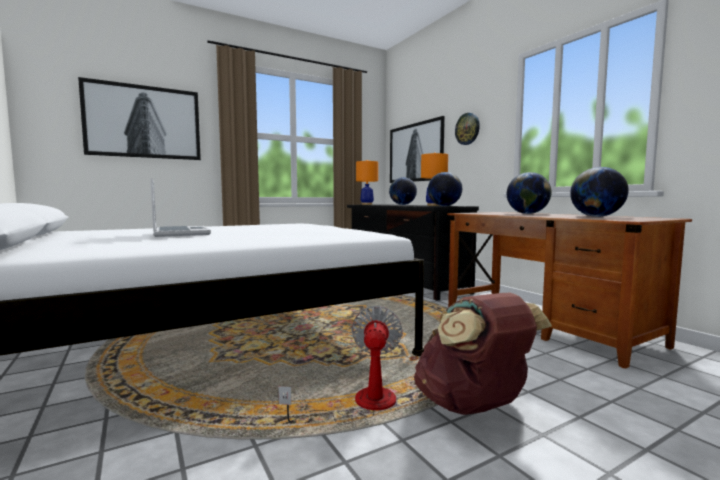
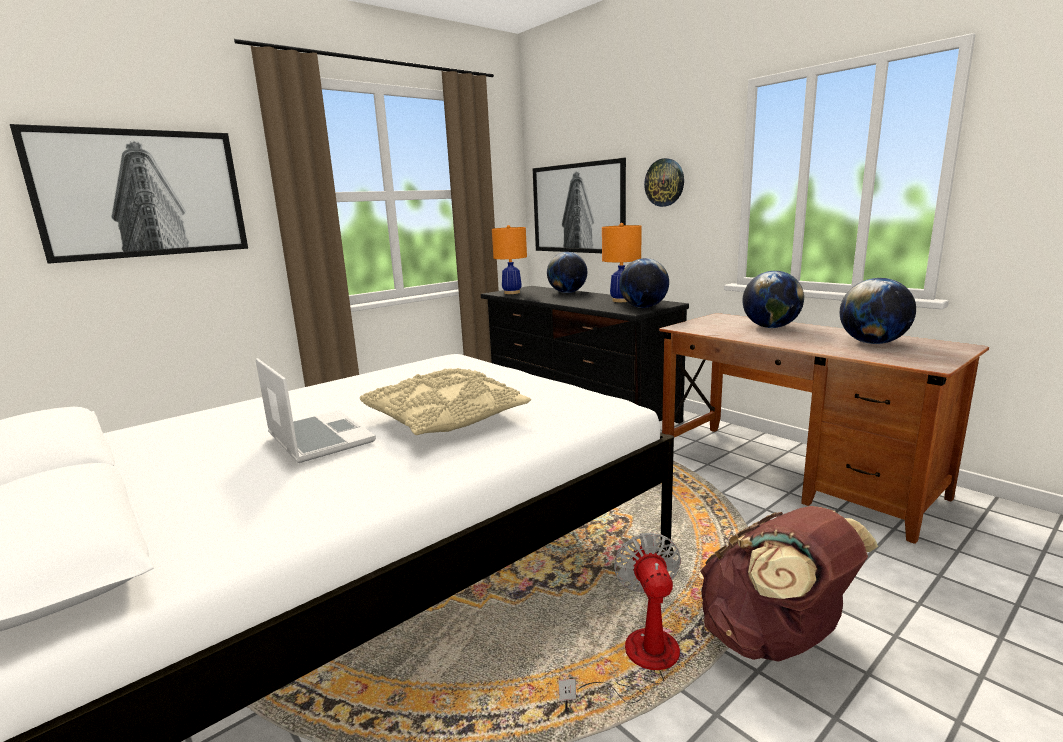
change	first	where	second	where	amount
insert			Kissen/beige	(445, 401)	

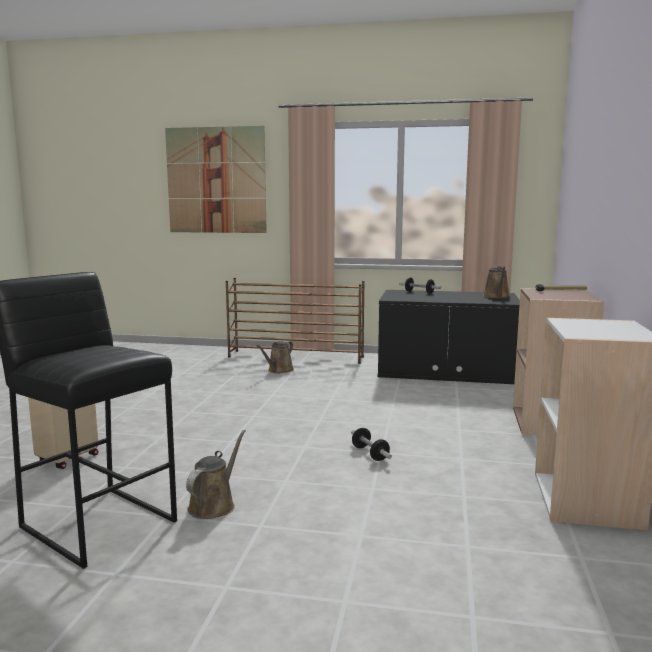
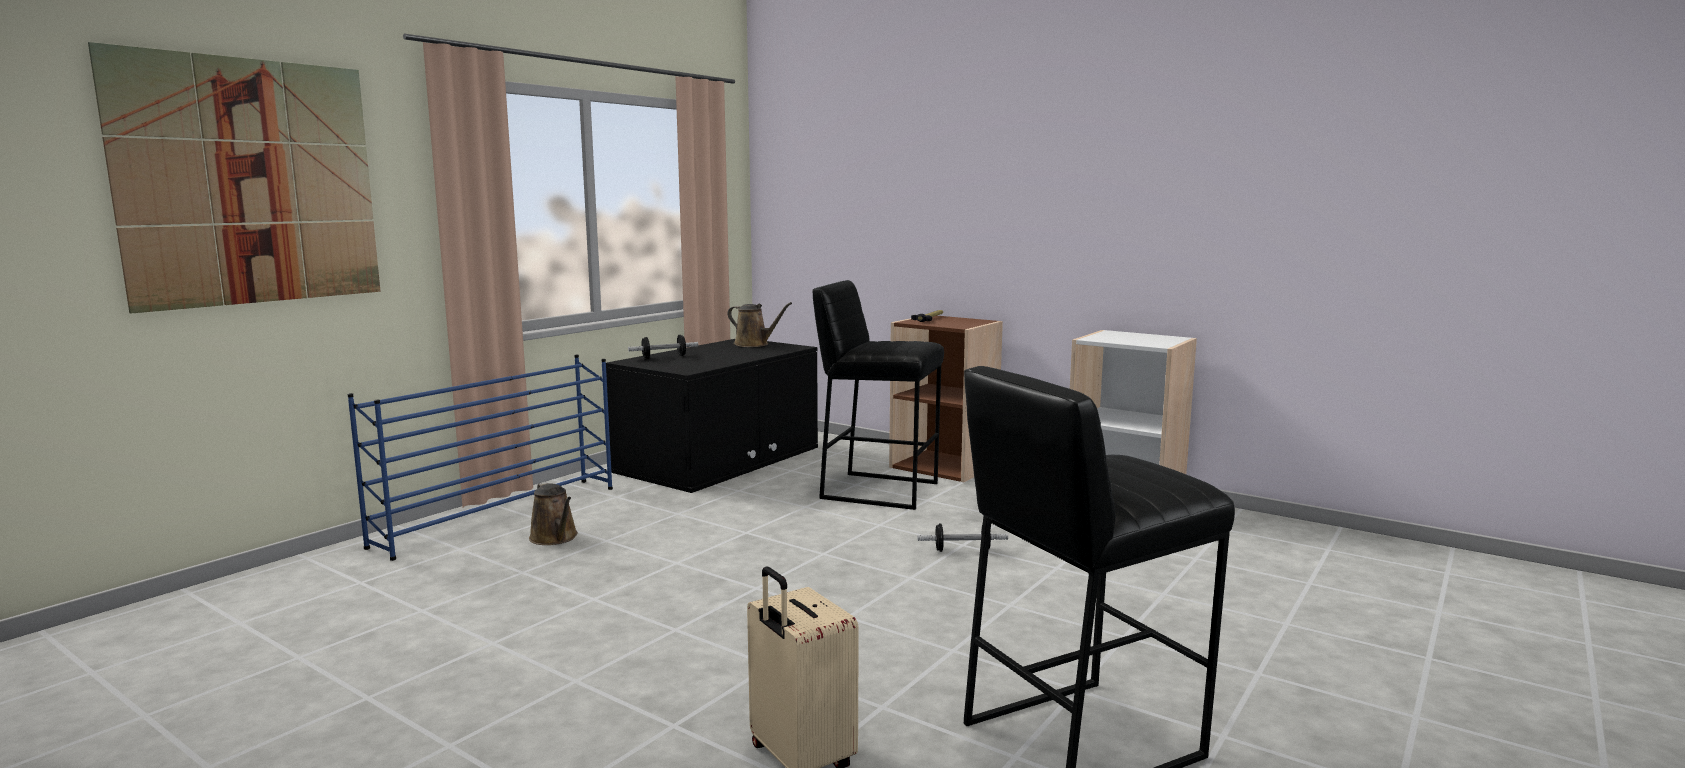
change	first	where	second	where	amount
delete	Gießkanne/braun	(216, 474)			
insert			Hocker/schwarz	(878, 395)	
recolor	Schuhregal/braun	(295, 321)	Schuhregal/blau	(480, 458)	

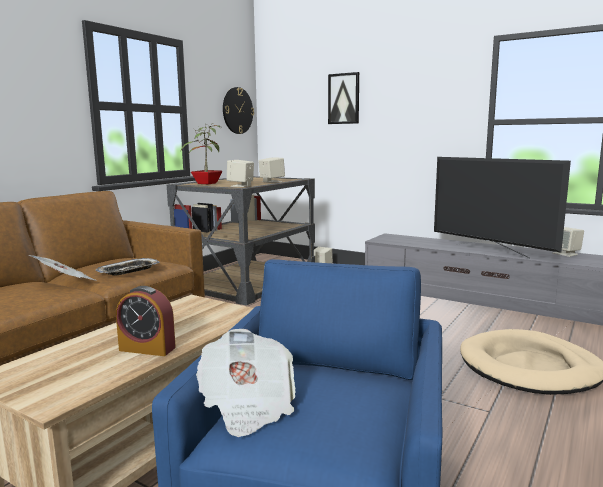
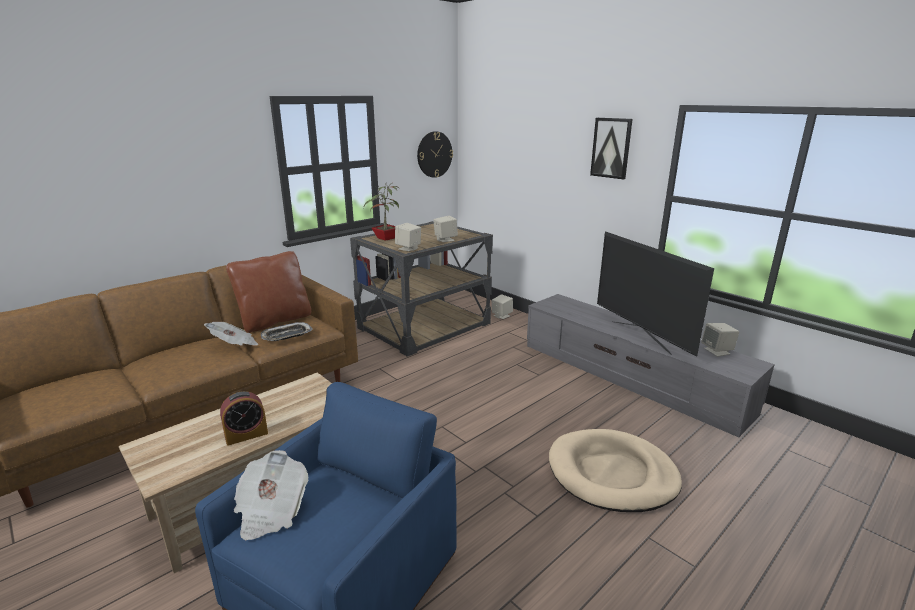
change	first	where	second	where	amount
insert			Kissen/braun	(268, 292)	
move	Bild	(343, 98)		(611, 148)	
rotate	Wecker	(146, 321)		(244, 418)	60 degrees counterclockwise

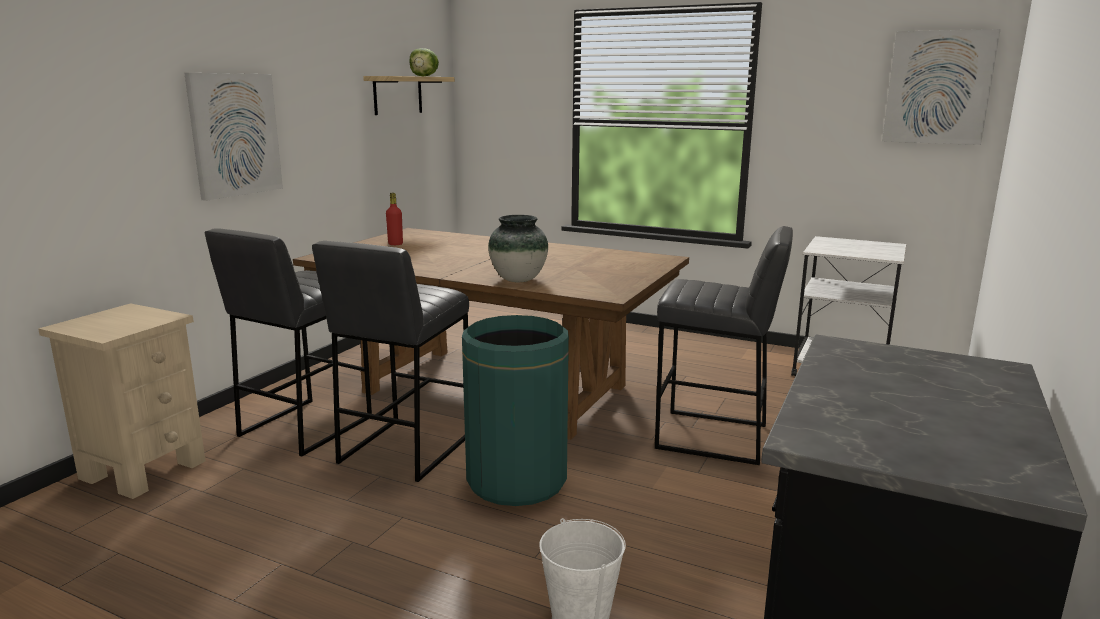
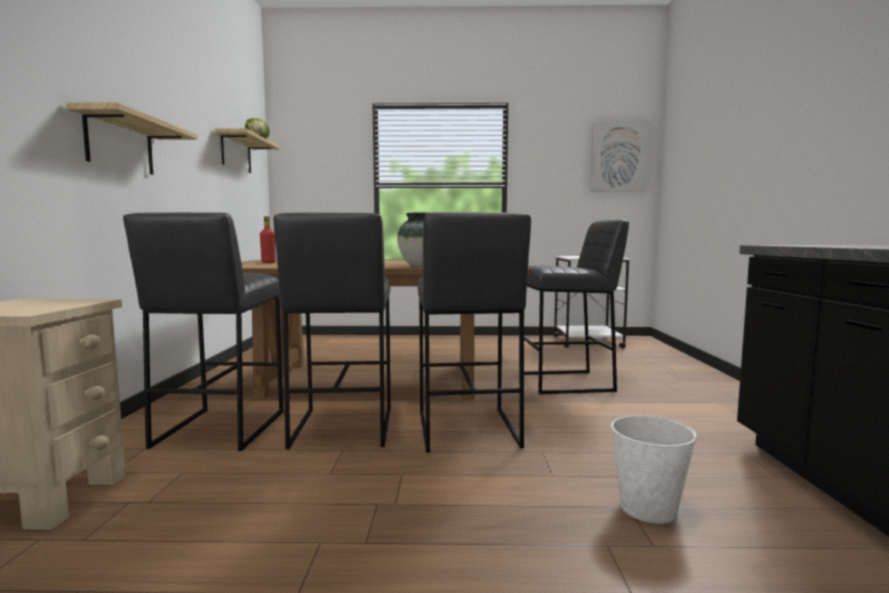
change	first	where	second	where	amount
replace	Bild	(233, 137)	Wandregal	(132, 138)	
replace	Mülleimer/grün	(515, 410)	Hocker/grau	(474, 332)	

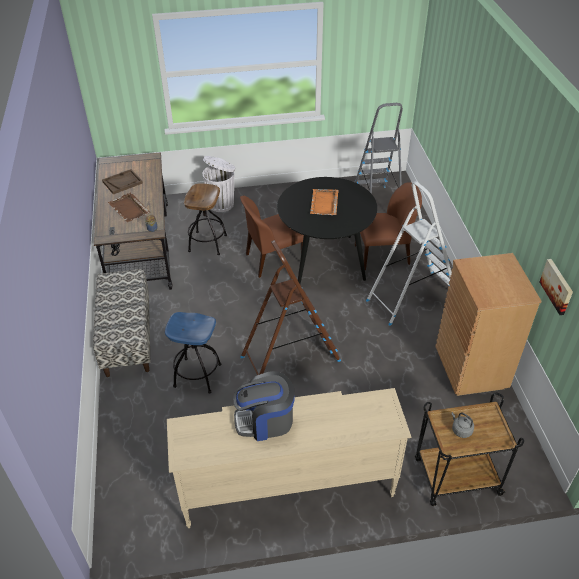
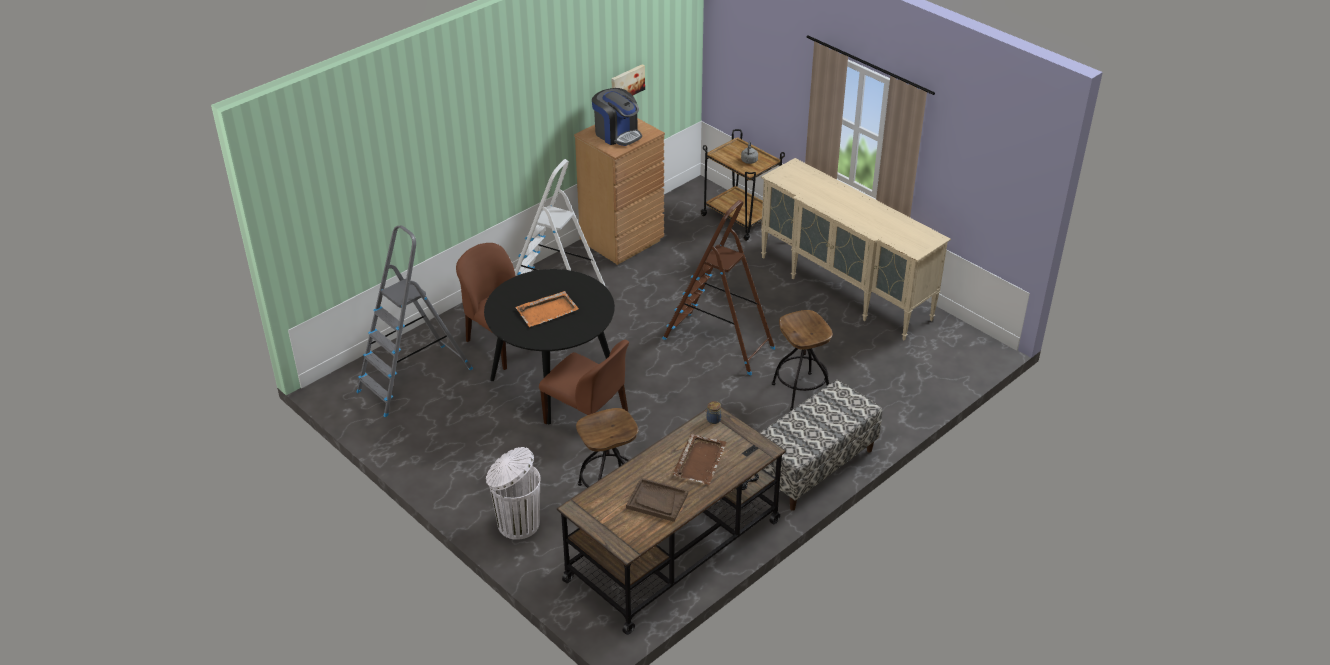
change	first	where	second	where	amount
move	Kaffeemaschine	(264, 406)		(617, 117)	
recolor	Hocker/blau	(193, 353)	Hocker/braun	(802, 360)	

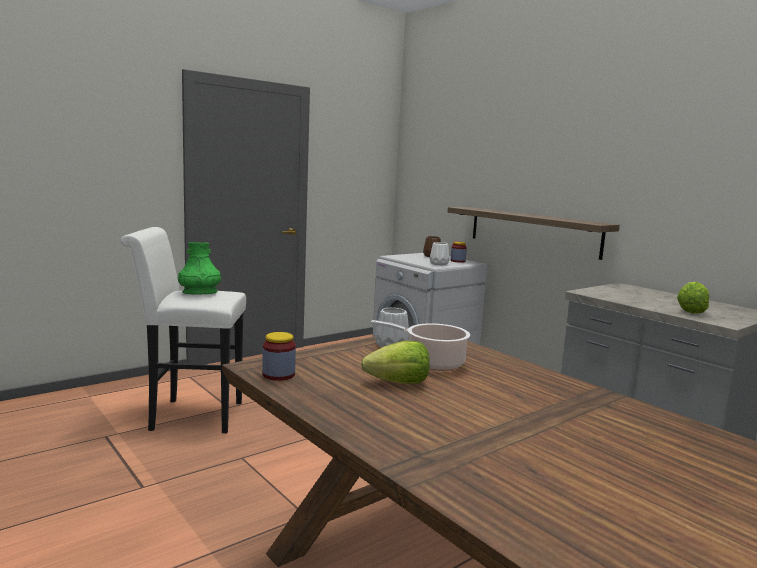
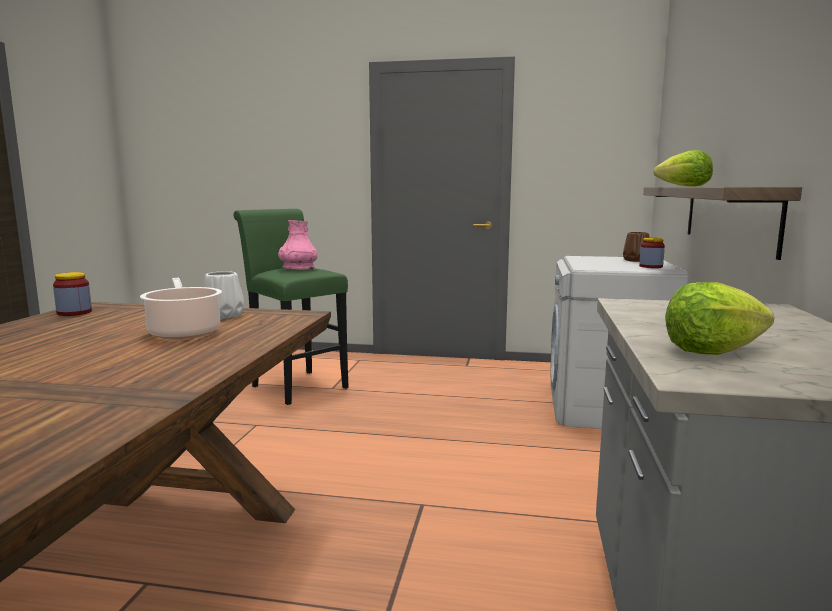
change	first	where	second	where	amount
delete	Vase/weiß	(440, 253)			
move	Salatkopf	(395, 362)		(683, 168)	
recolor	Hocker/weiß	(183, 330)	Hocker/grün	(291, 307)	
recolor	Vase/grün	(199, 268)	Vase/rosa	(297, 245)	

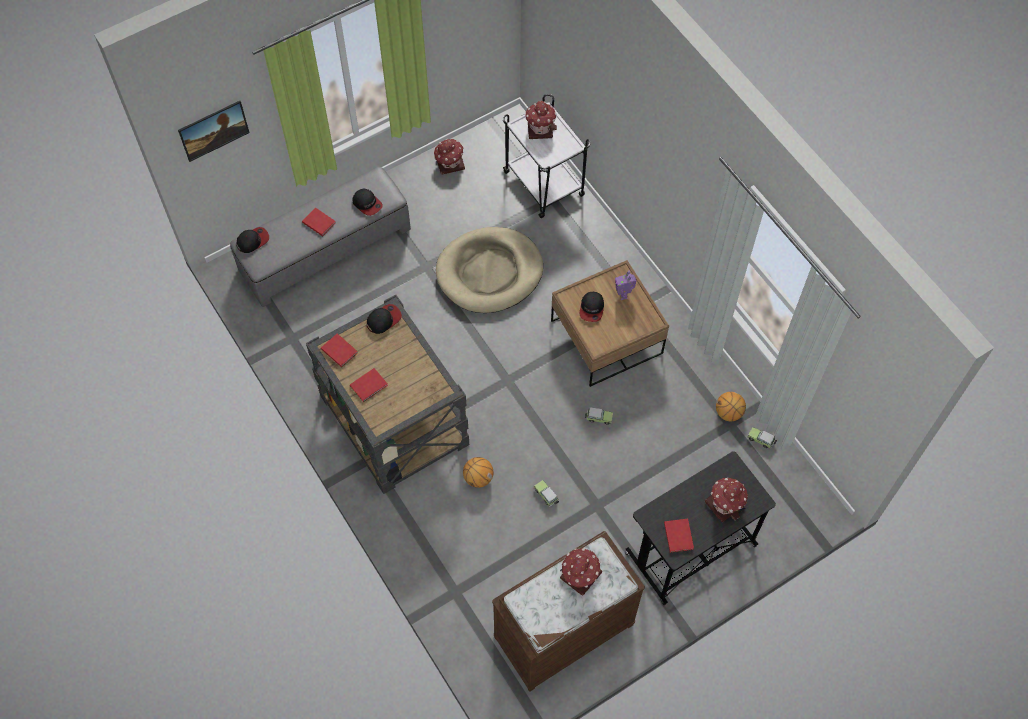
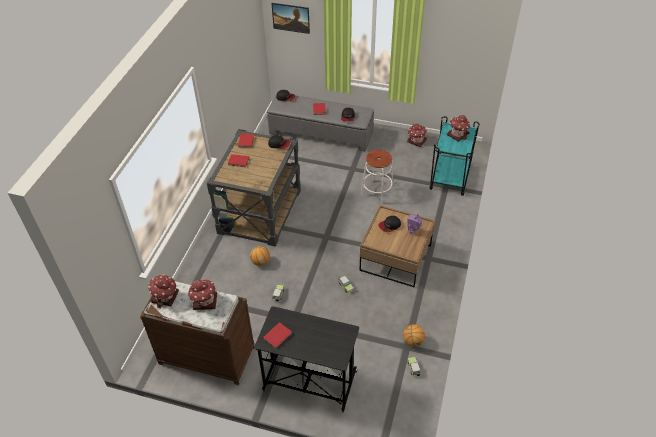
change	first	where	second	where	amount
move	Spielzeughaus	(726, 500)		(163, 291)	
replace	Hundebett/beige	(489, 270)	Hocker/weiß	(377, 177)	
recolor	Rollwagen/weiß	(546, 156)	Rollwagen/türkis	(454, 156)	

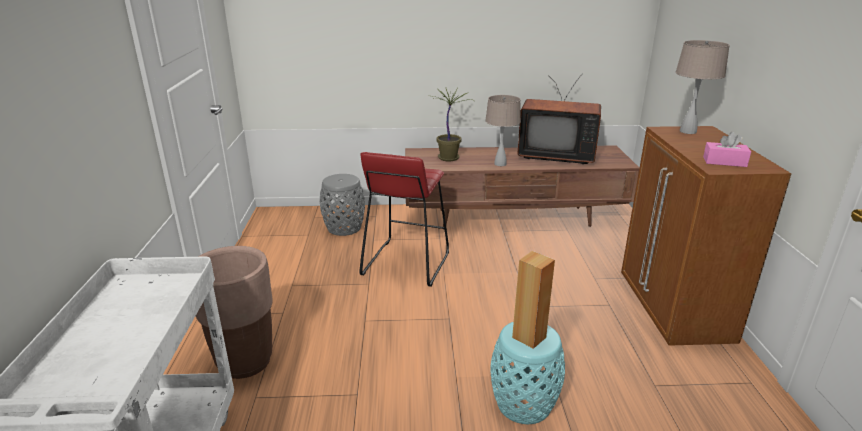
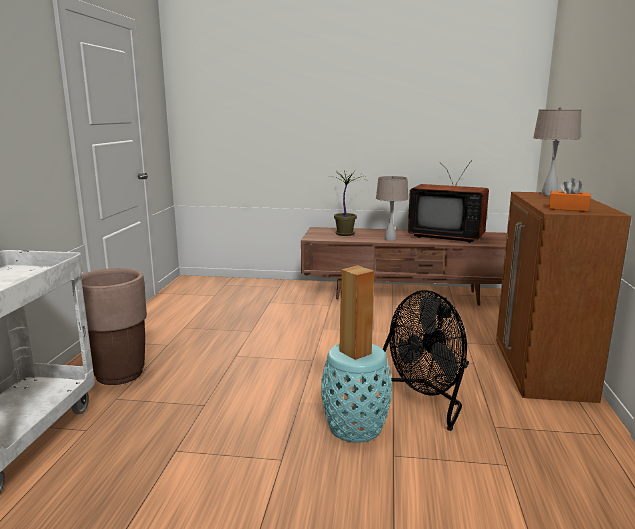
change	first	where	second	where	amount
delete	Hocker/grau	(342, 205)			
delete	Hocker/rot	(404, 219)			
insert			Ventilator/schwarz	(426, 360)	
recolor	Taschentuchbox/rosa	(727, 149)	Taschentuchbox/orange	(569, 195)	

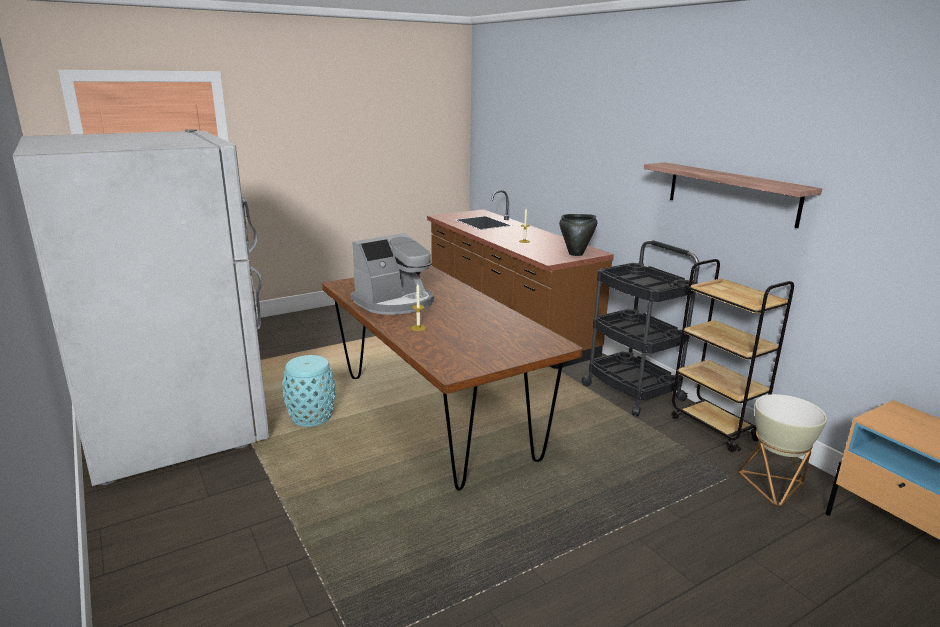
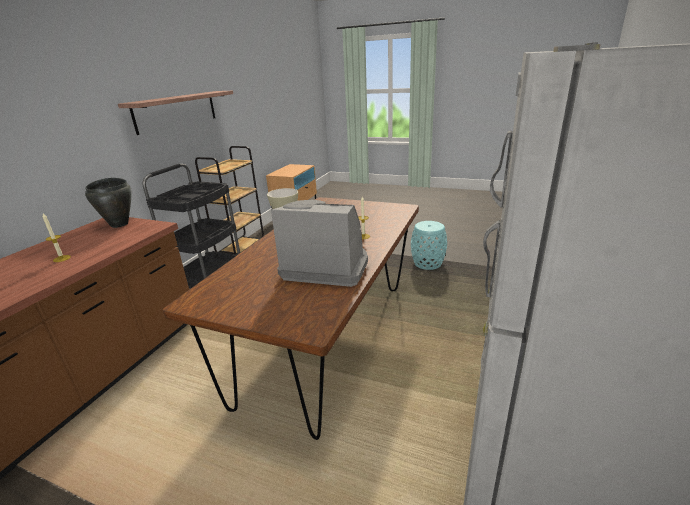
change	first	where	second	where	amount
move	Hocker/türkis	(309, 391)		(429, 245)	

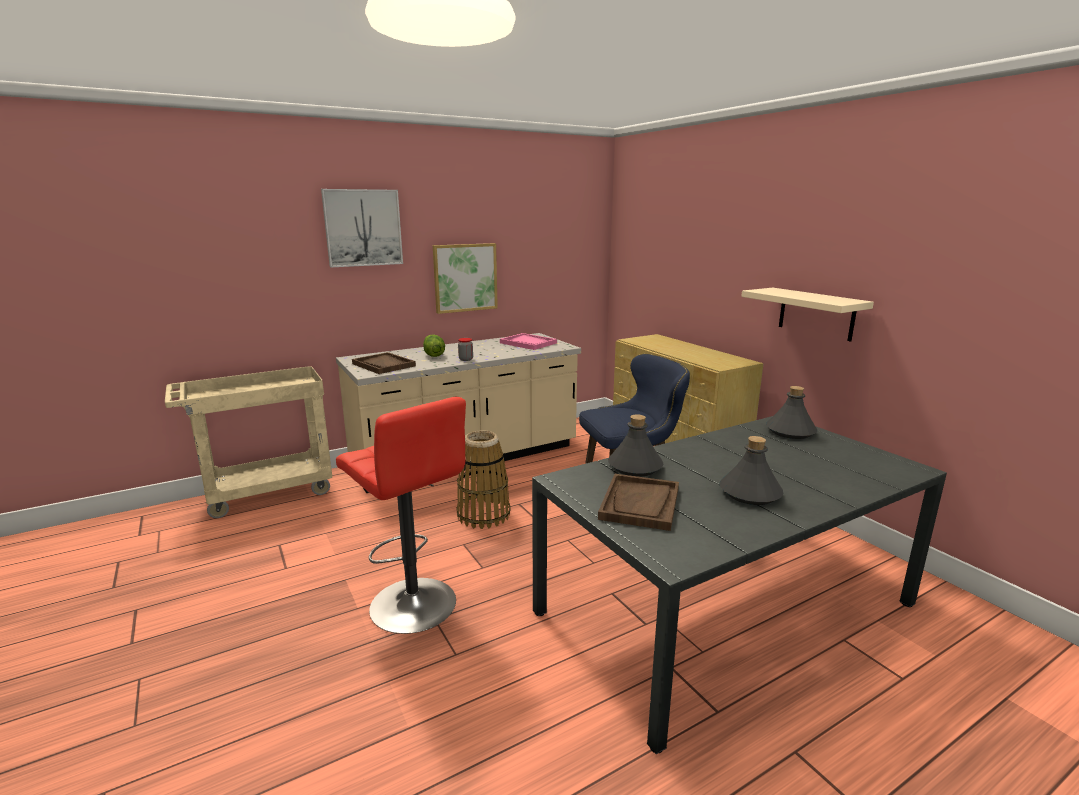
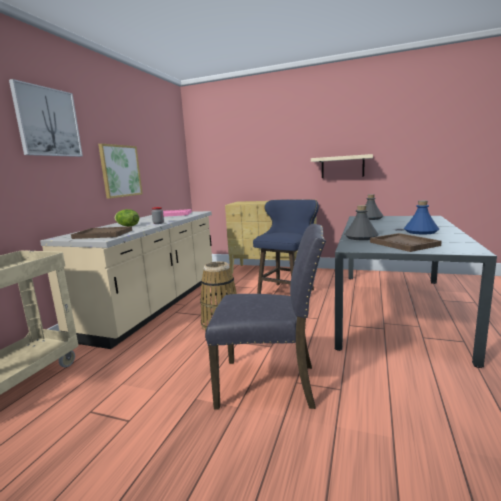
change	first	where	second	where	amount
replace	Hocker/rot	(401, 515)	Stuhl/grau	(265, 317)	
recolor	Flasche/grau	(751, 470)	Flasche/blau	(421, 217)	

